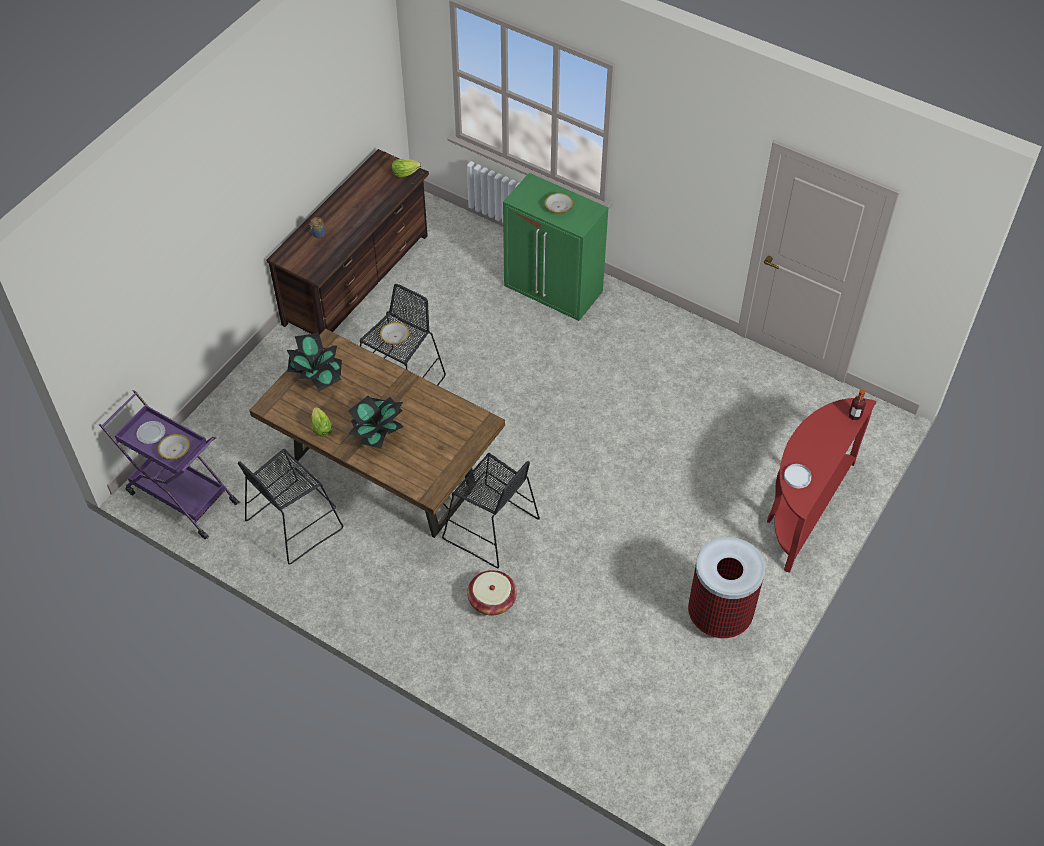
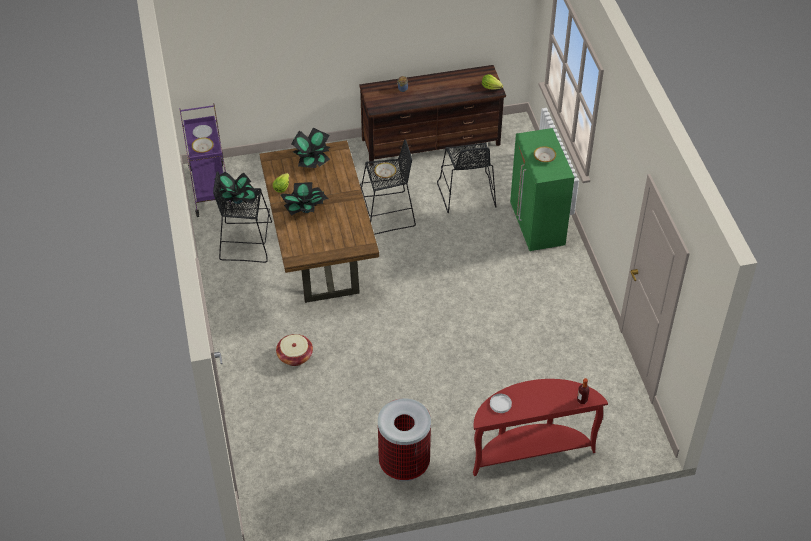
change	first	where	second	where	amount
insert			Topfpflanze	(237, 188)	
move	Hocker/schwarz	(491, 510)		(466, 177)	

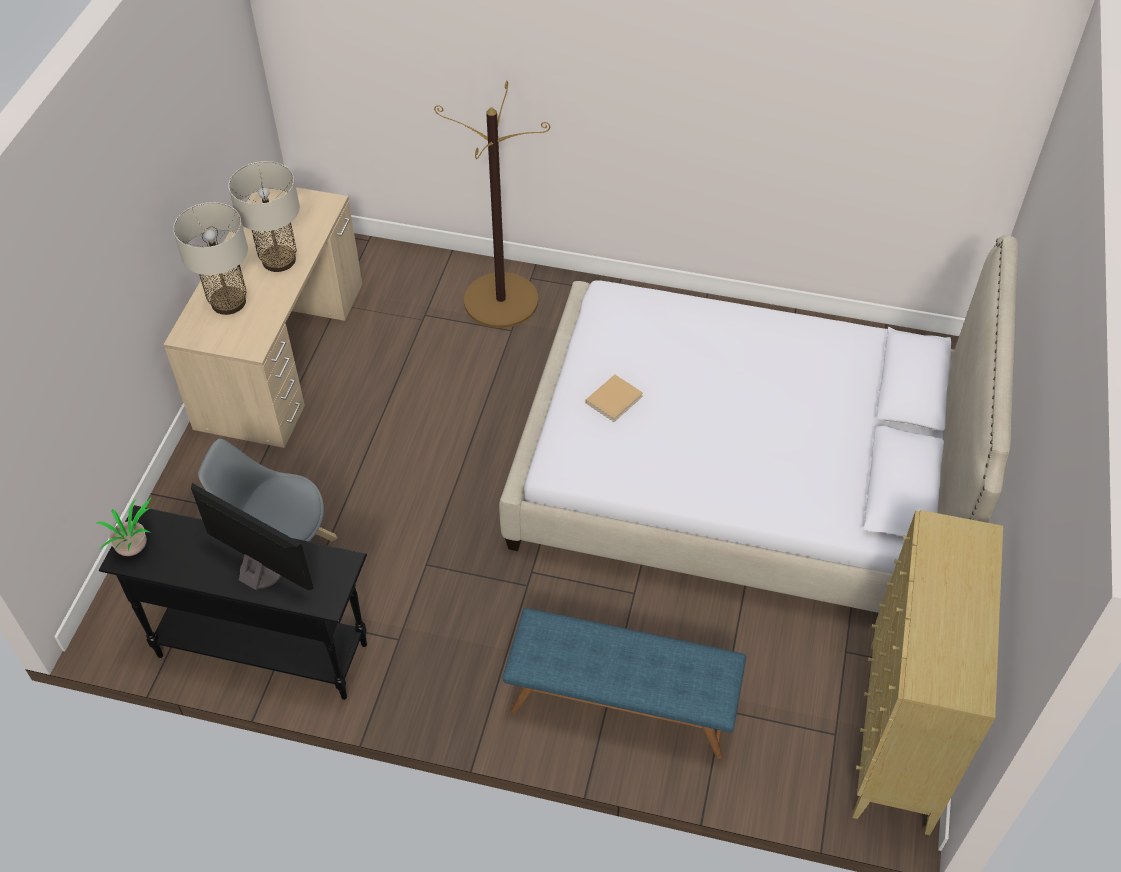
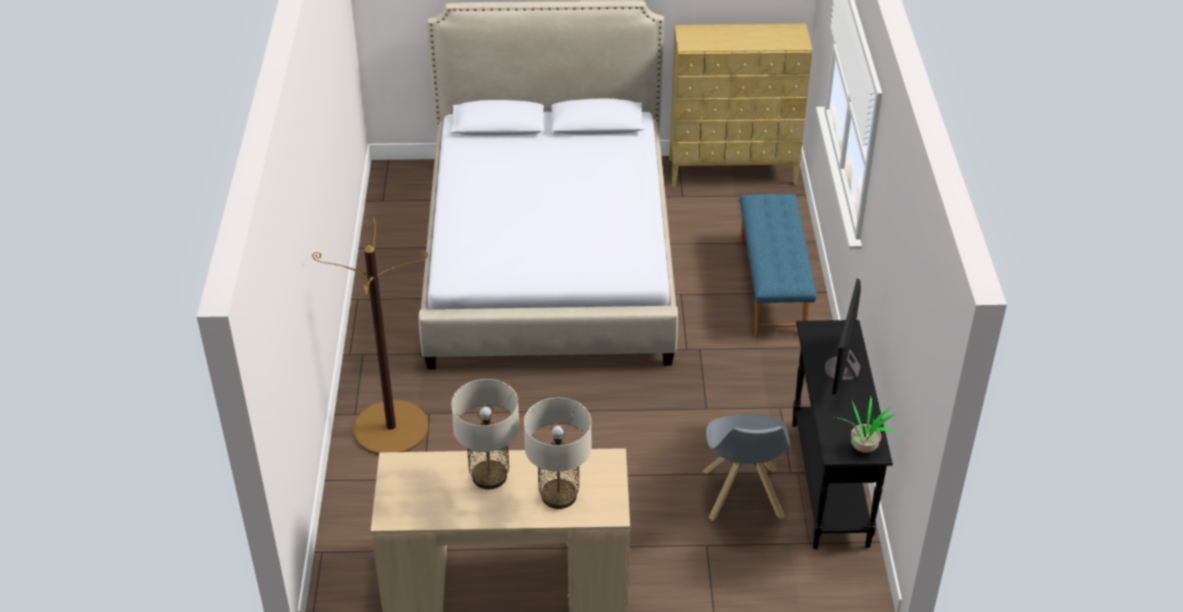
change	first	where	second	where	amount
delete	Buch/beige	(614, 398)			

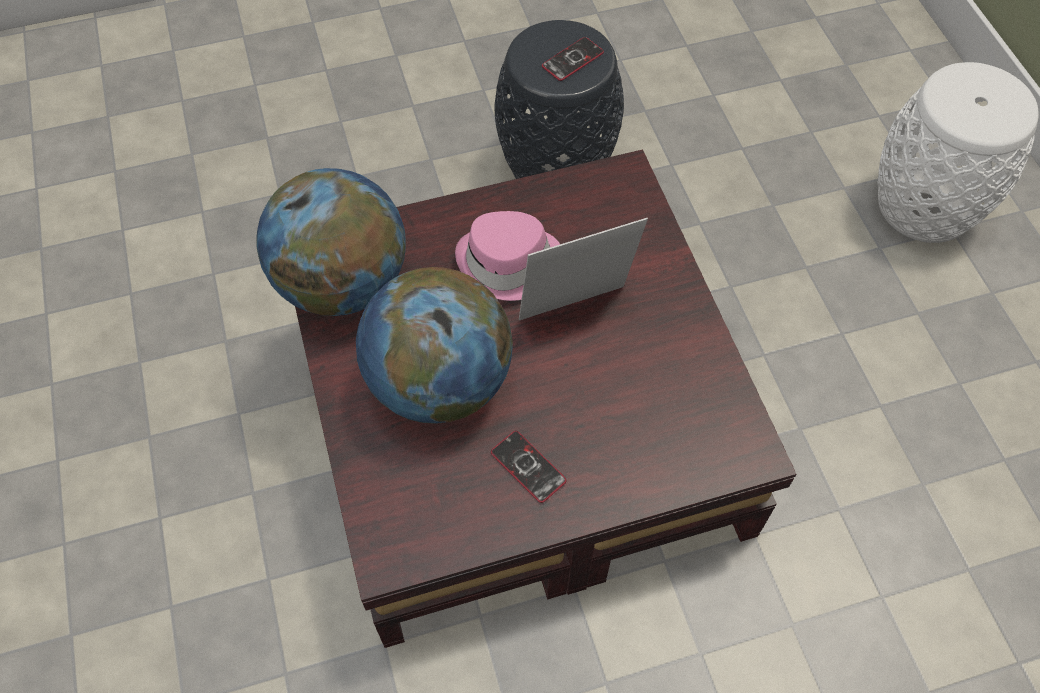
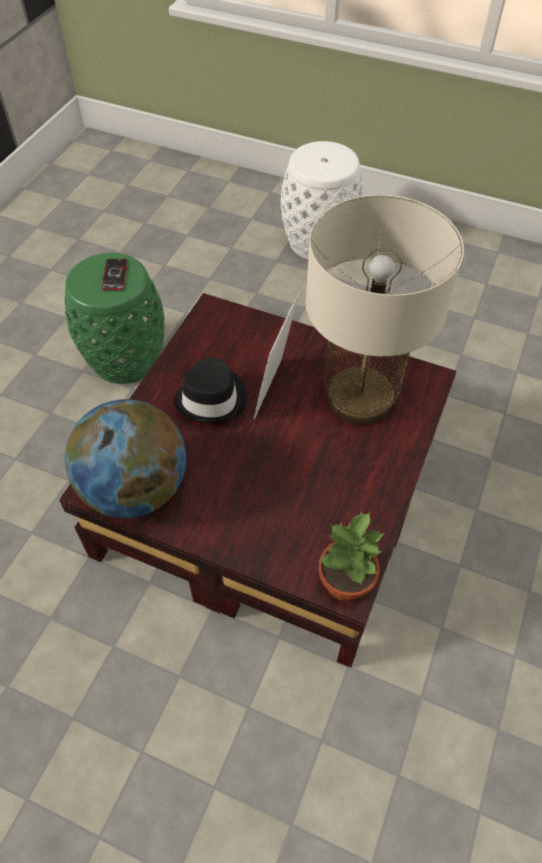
change	first	where	second	where	amount
delete	Globus	(434, 345)			
delete	Handy	(529, 467)			
insert			Tischlampe	(384, 309)	
insert			Topfpflanze	(351, 556)	
recolor	Hut/rosa	(507, 256)	Hut/schwarz	(209, 390)	
recolor	Hocker/schwarz	(559, 99)	Hocker/grün	(114, 318)	

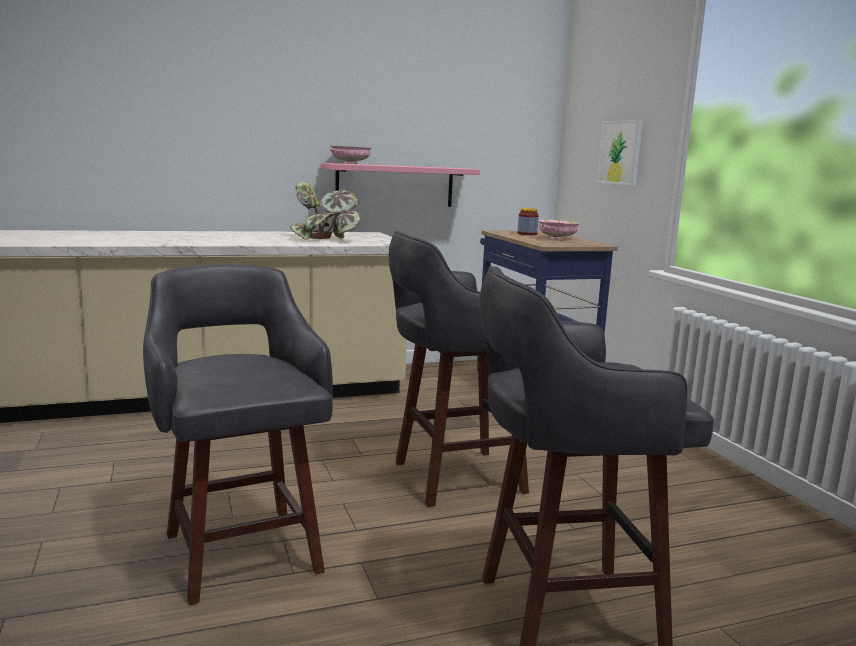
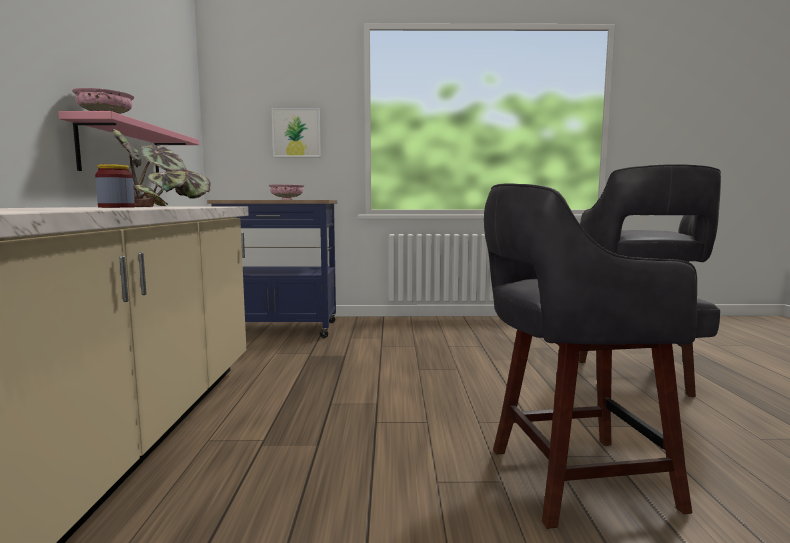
change	first	where	second	where	amount
delete	Hocker/grau	(459, 368)			
move	Vorratsglas	(528, 221)		(115, 186)	

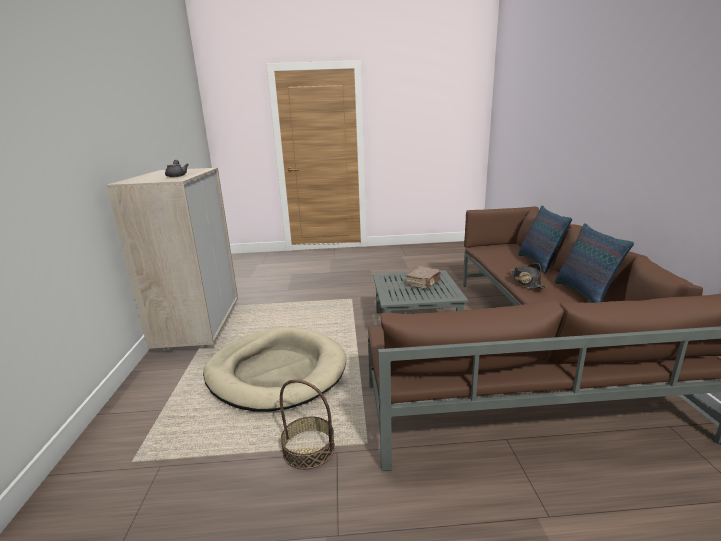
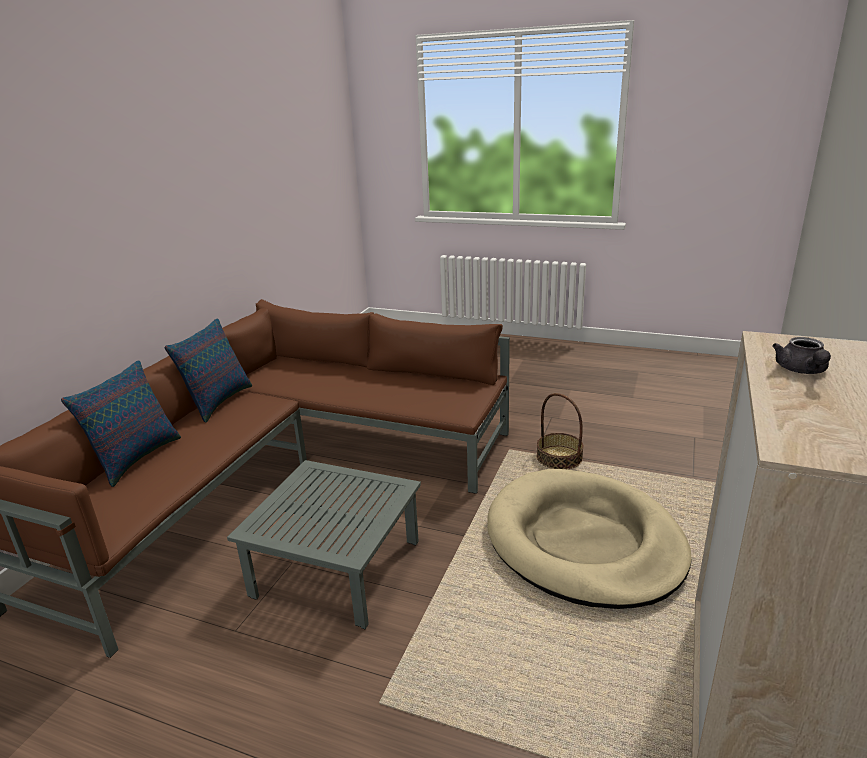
change	first	where	second	where	amount
delete	Buch/braun	(423, 277)			
delete	Hut/schwarz	(528, 275)			

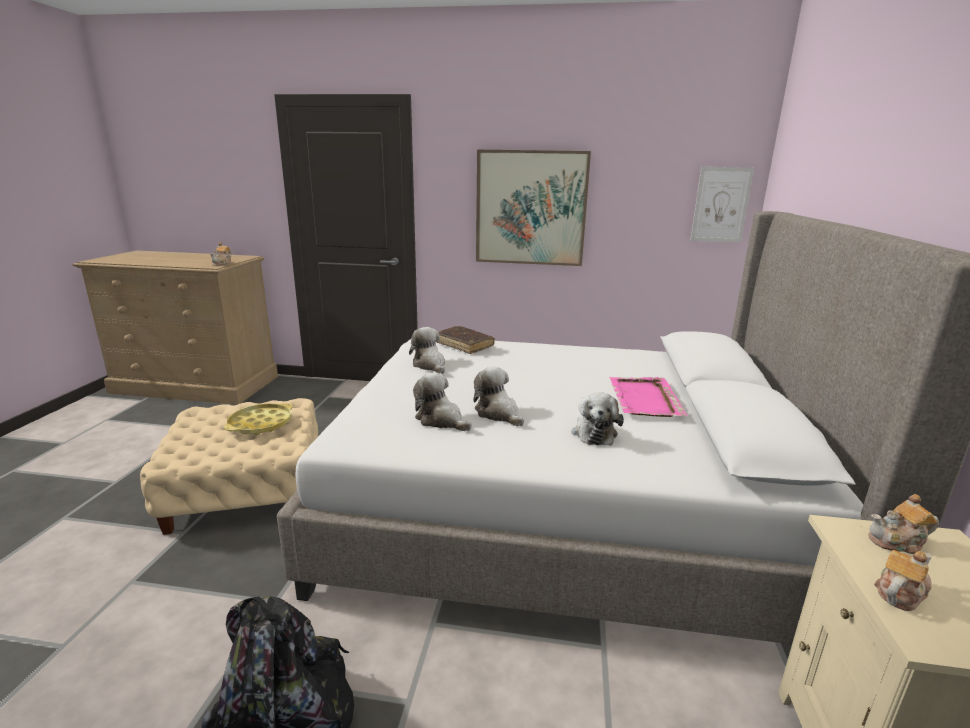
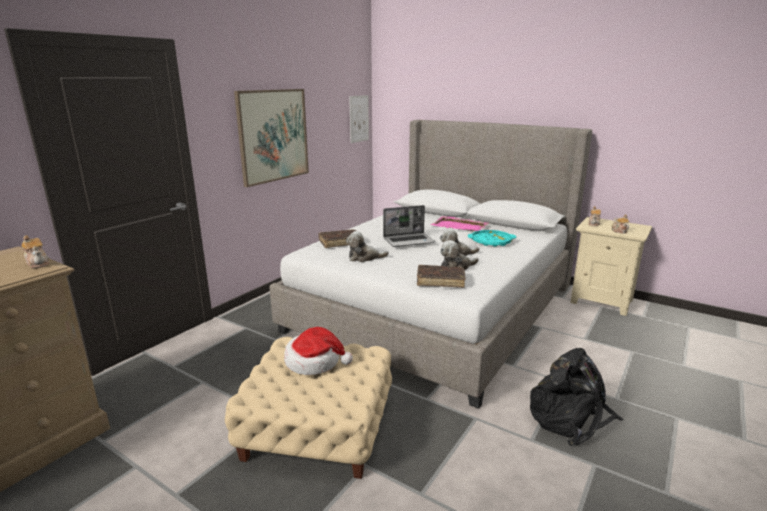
change	first	where	second	where	amount
insert			Laptop	(409, 226)	
insert			Buch/braun	(441, 276)	
replace	Tablett/gelb	(258, 419)	Hut	(318, 351)	
replace	Plüschtier	(597, 419)	Tablett/türkis	(492, 238)	

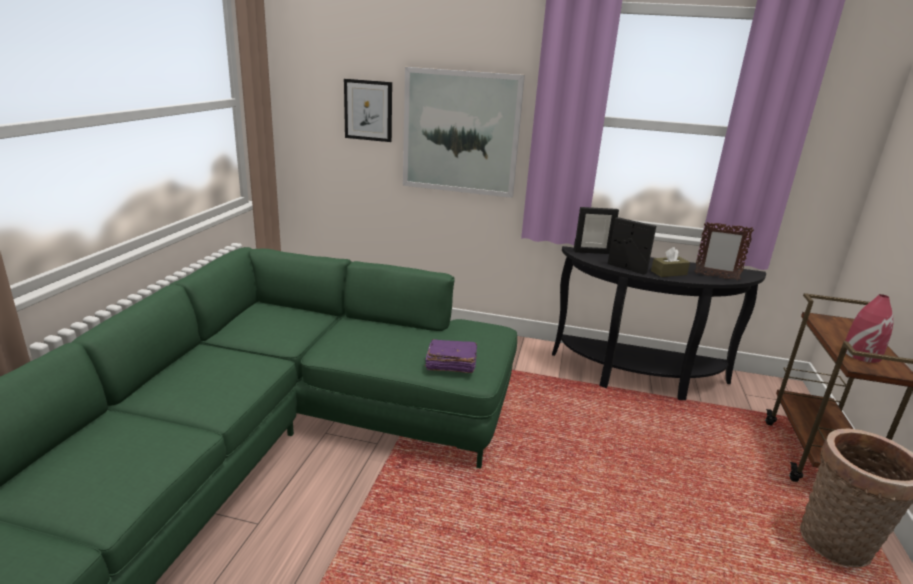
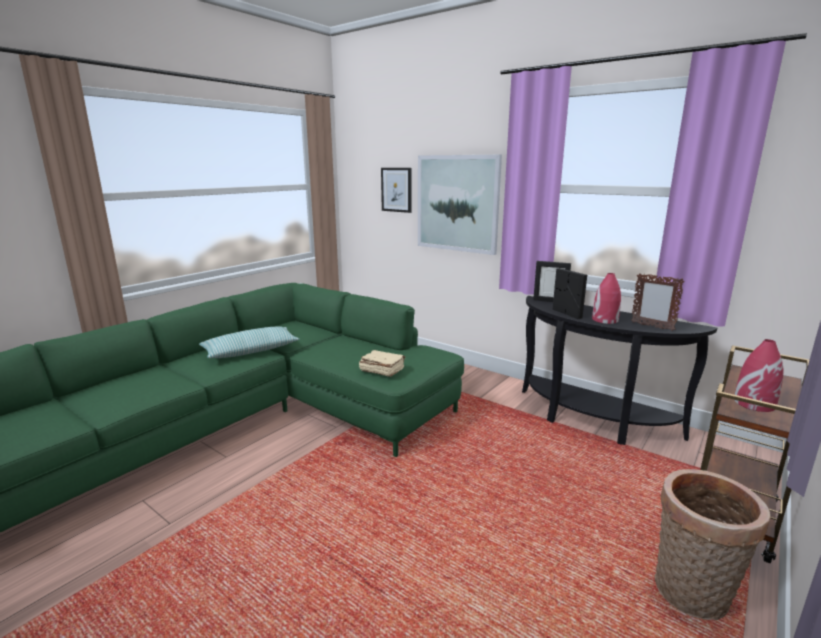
change	first	where	second	where	amount
insert			Kissen	(249, 342)	
replace	Taschentuchbox/braun	(670, 262)	Vase/rot	(606, 298)	
recolor	Buch/lila	(451, 356)	Buch/beige	(382, 363)	

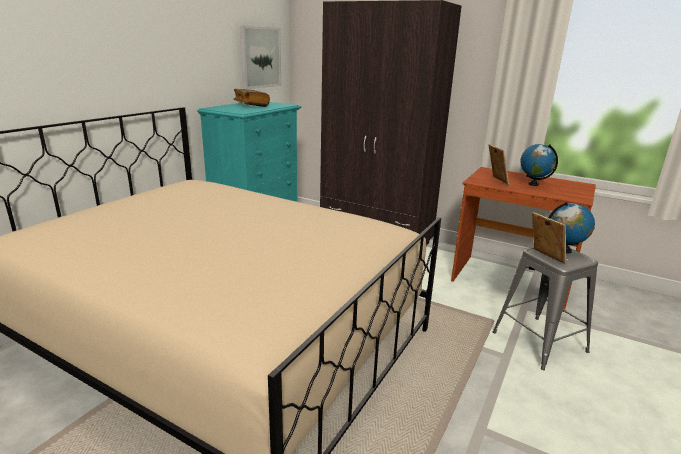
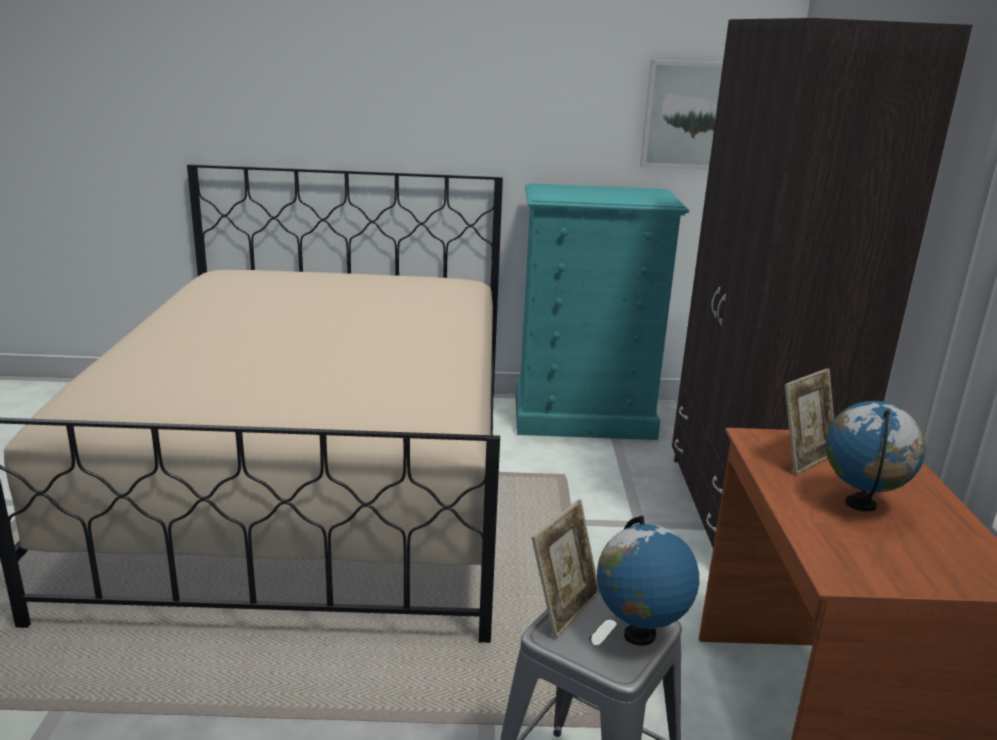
change	first	where	second	where	amount
delete	Buch	(252, 98)			

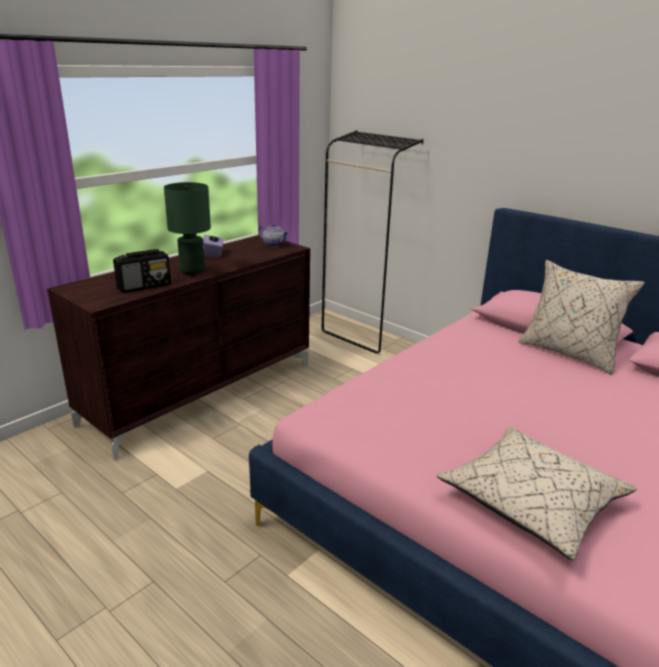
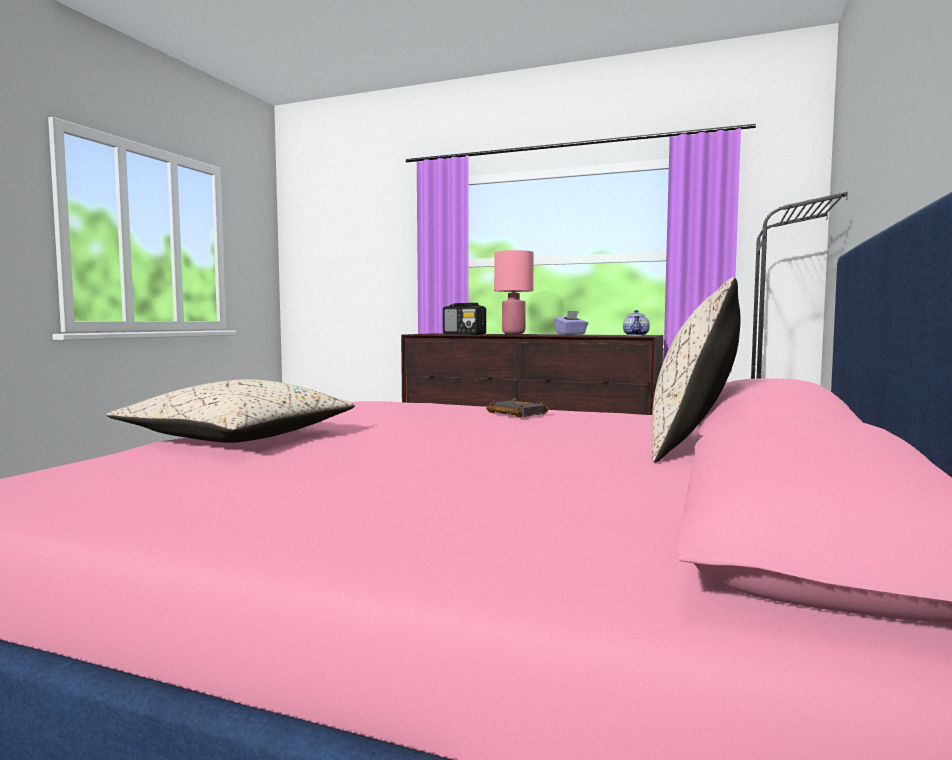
change	first	where	second	where	amount
insert			Buch/schwarz	(517, 408)	
recolor	Tischlampe/grün	(187, 228)	Tischlampe/rosa	(514, 292)	

